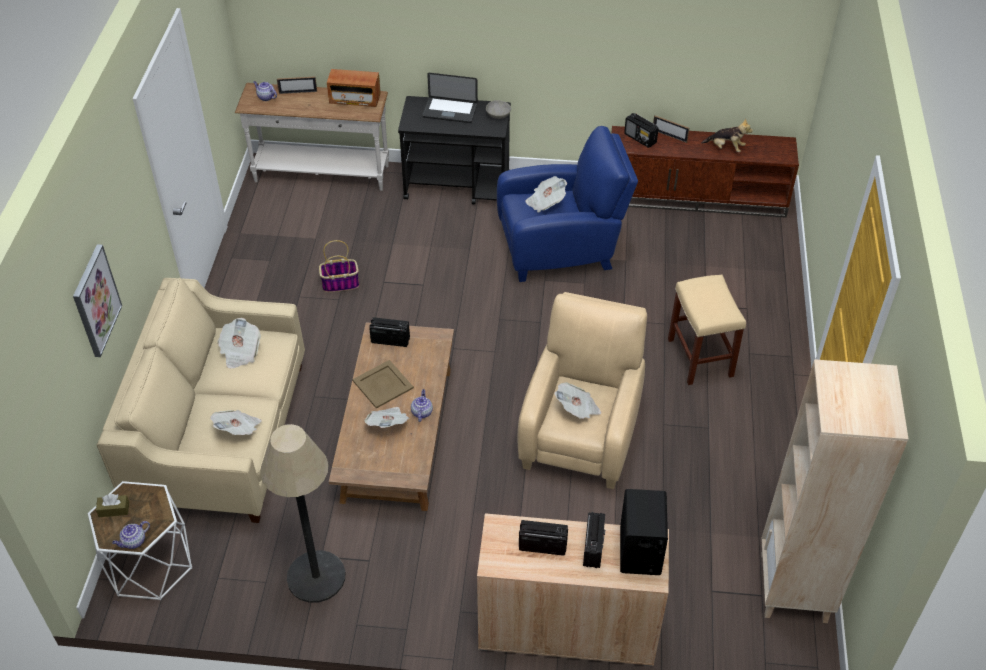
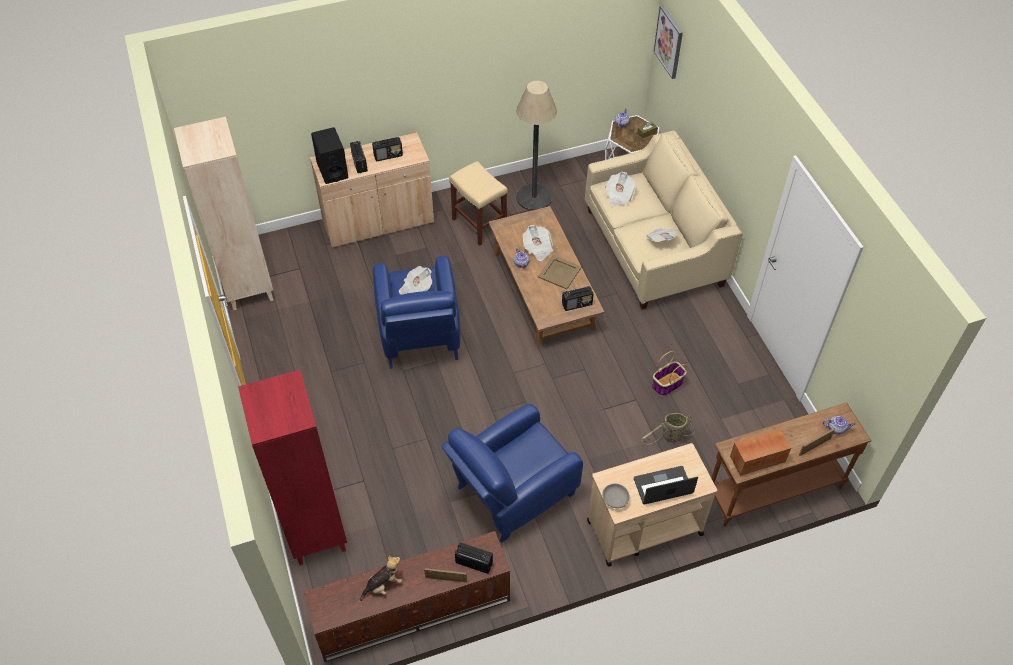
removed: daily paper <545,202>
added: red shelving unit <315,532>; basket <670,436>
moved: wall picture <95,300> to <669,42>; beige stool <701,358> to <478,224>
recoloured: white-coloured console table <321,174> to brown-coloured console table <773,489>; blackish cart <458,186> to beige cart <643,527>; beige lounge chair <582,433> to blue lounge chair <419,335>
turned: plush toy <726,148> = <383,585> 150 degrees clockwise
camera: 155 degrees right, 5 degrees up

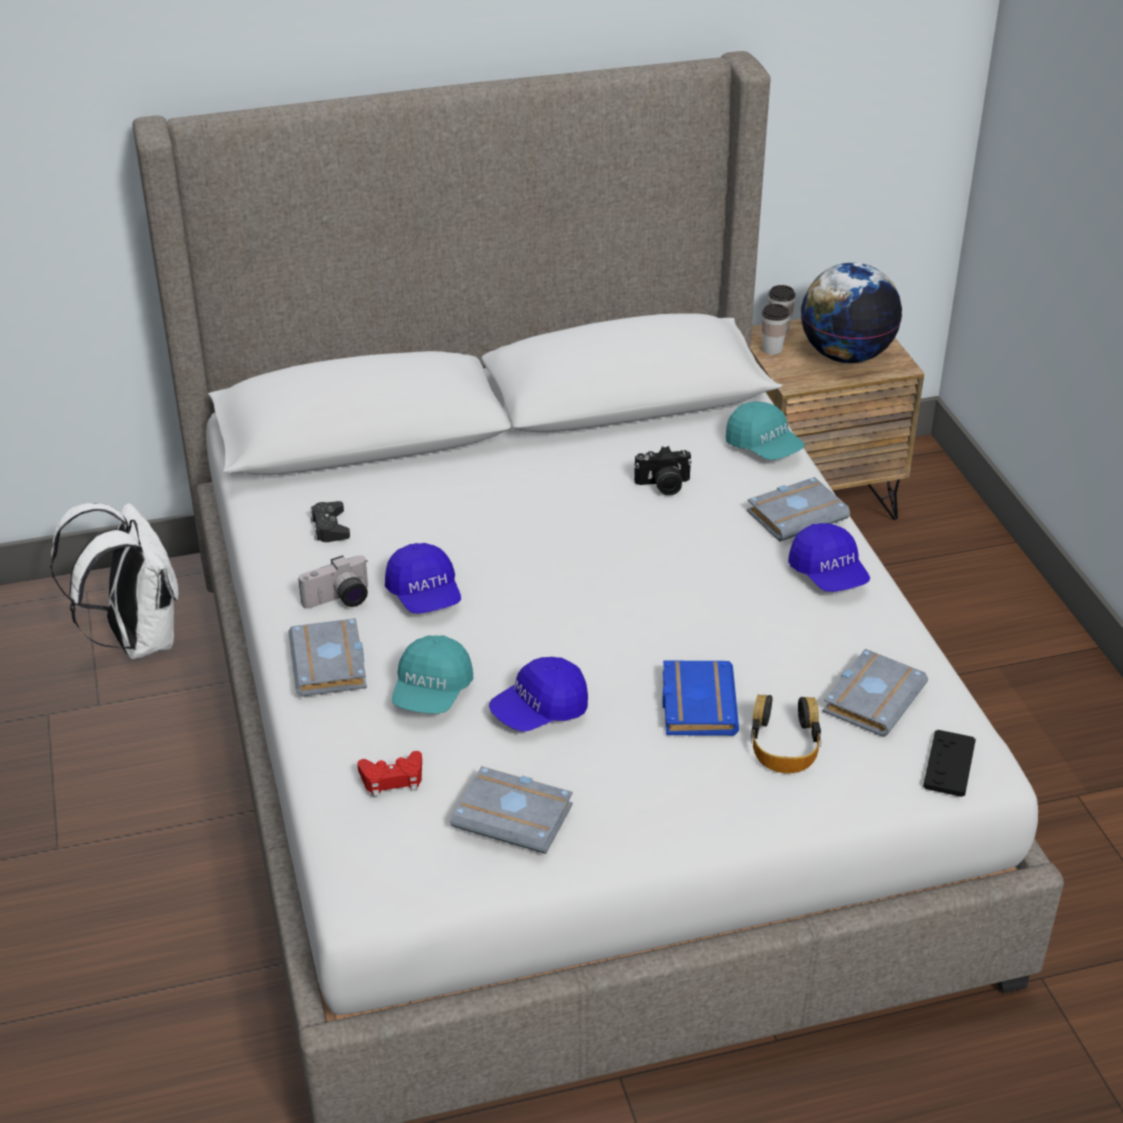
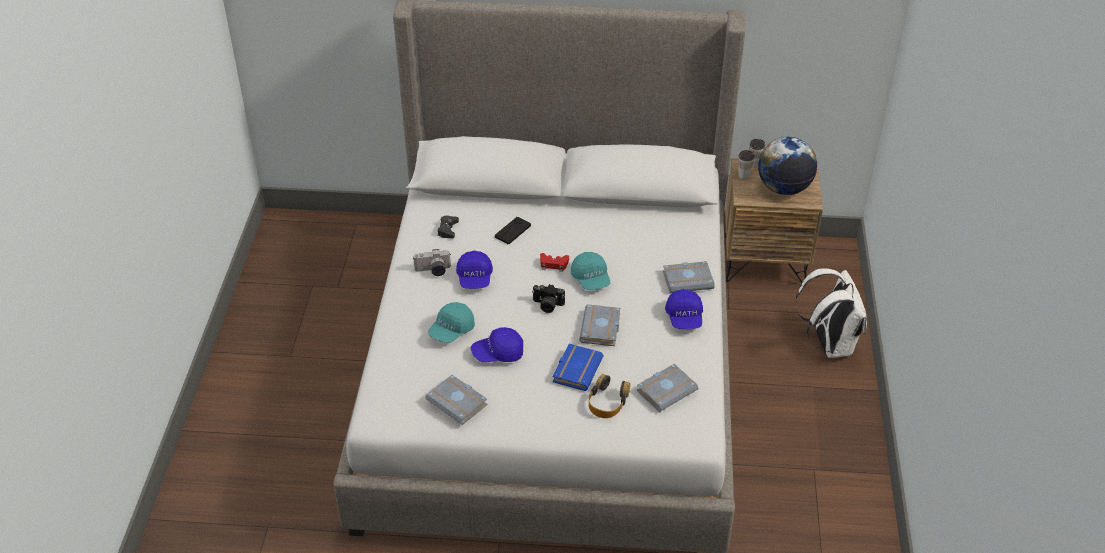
moved: white-coloured rucksack <136,639> to <829,344>; grey volume <331,665> to <601,329>; red game controller <392,778> to <553,264>; still camera <663,486> to <547,305>; turquoise-coloured cap <764,447> to <591,279>; blackish game controller <949,764> to <513,231>
camera: 20 degrees right, 5 degrees up

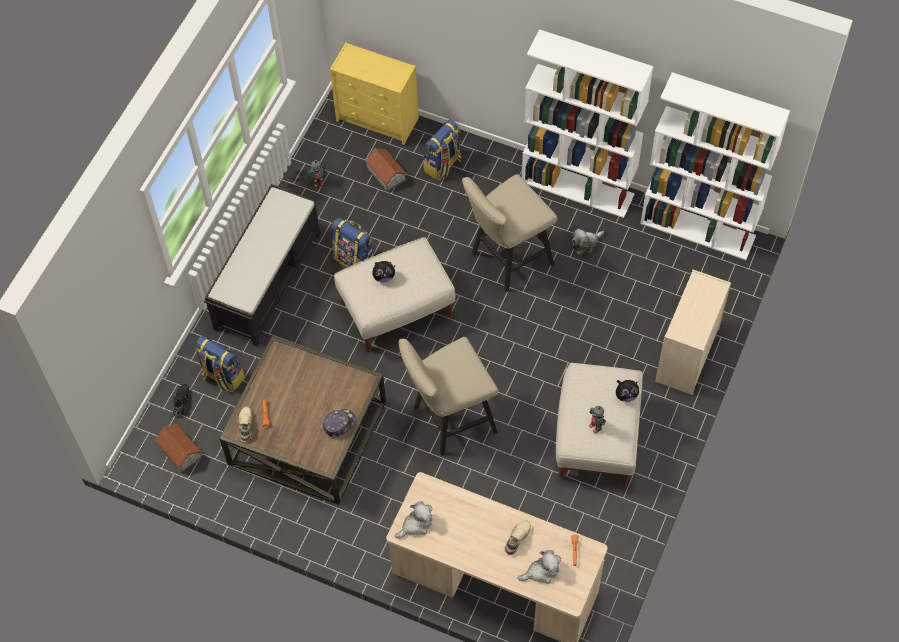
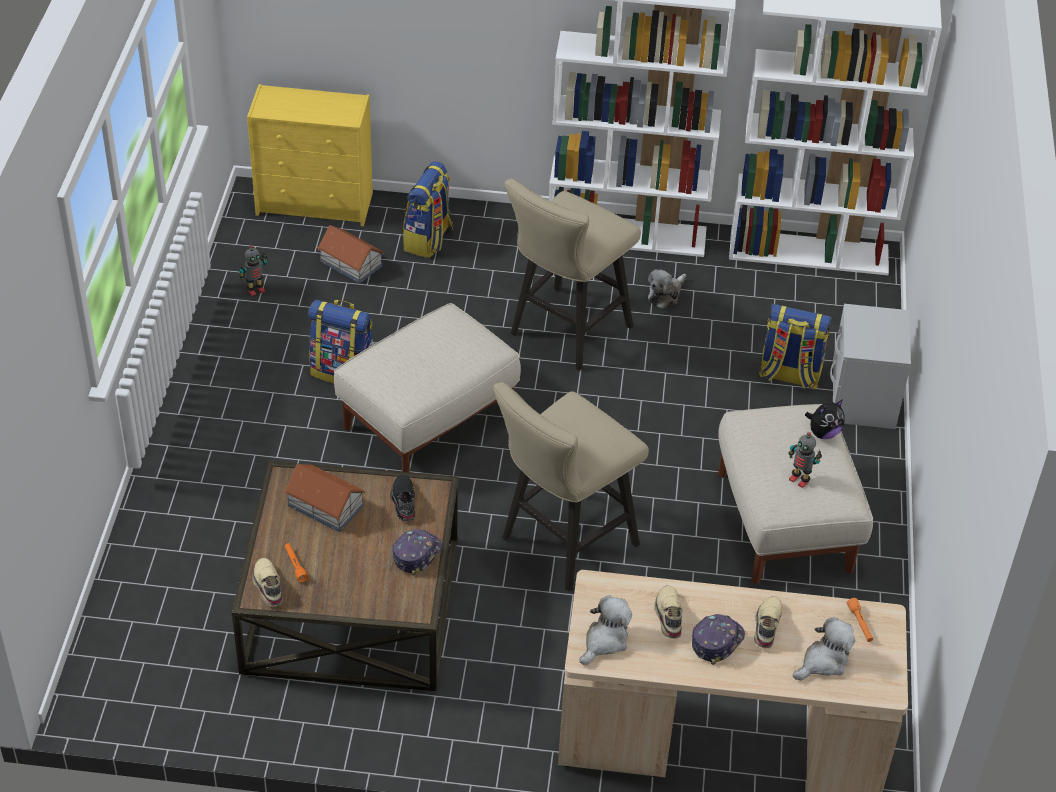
removed: blackish bench <268,280>; plush toy <384,277>
added: beige item of footwear <668,616>; cap <716,641>
moved: model house <180,452> to <326,506>; blackish item of footwear <180,401> to <403,501>; rucksack <222,376> to <789,375>
replaced: beige chest of drawers <687,356> to grey bedside table <863,398>
camera: 20 degrees left, 15 degrees down

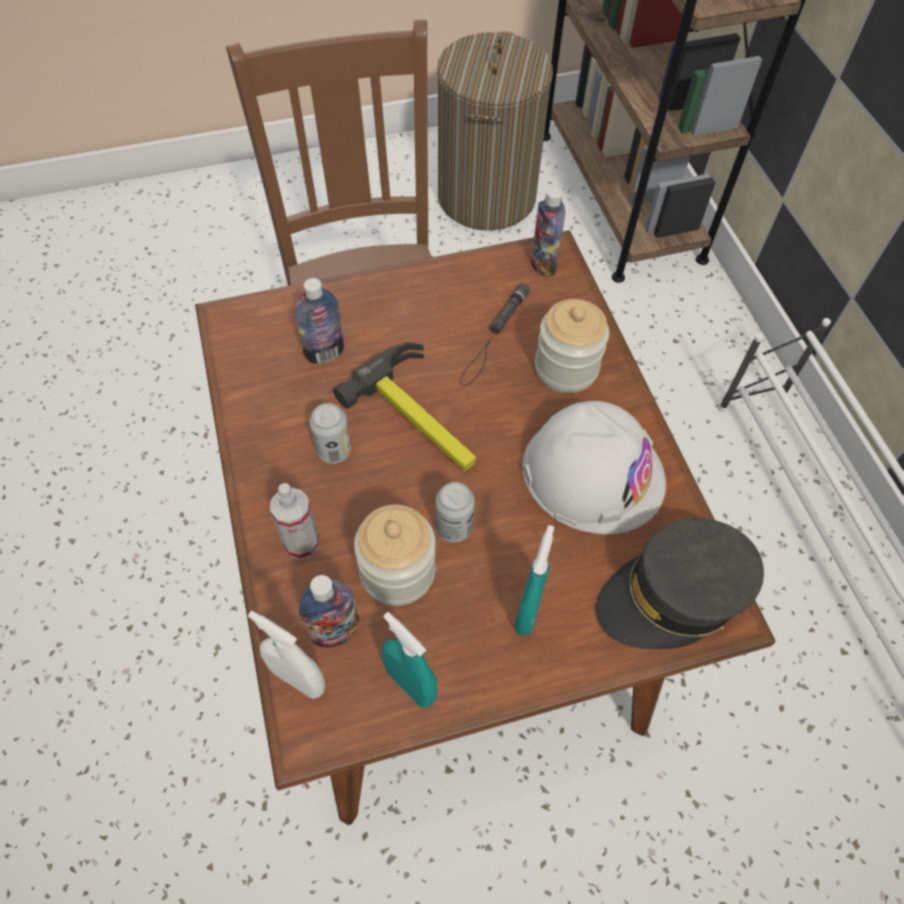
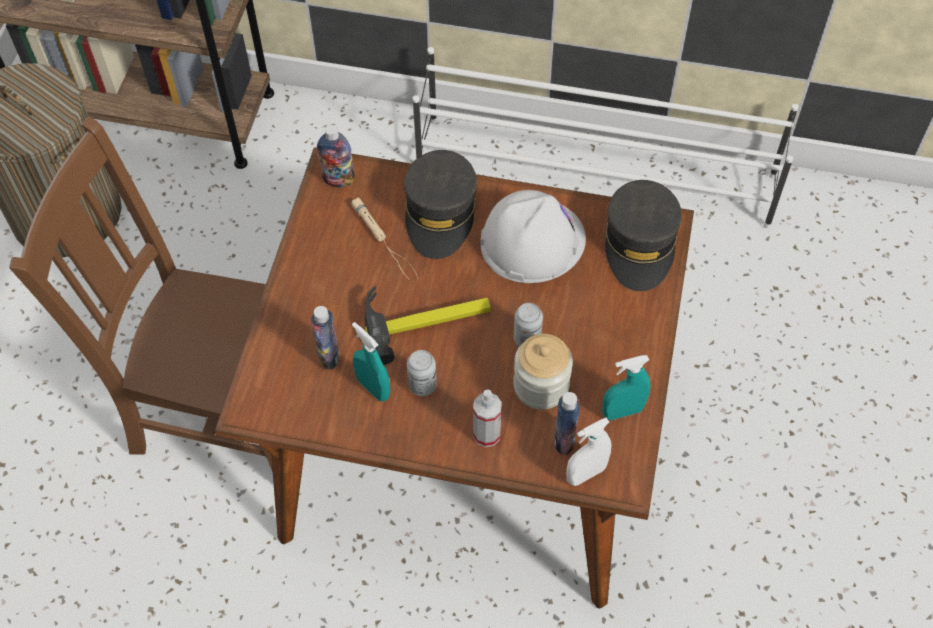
moved: turquoise-coloured spray bottle <528,610> to <373,388>
replaced: jar <566,368> to grey cap <440,213>
recoloured: blackish flashlight <494,337> to beige flashlight <385,242>
camera: 60 degrees left, 0 degrees up

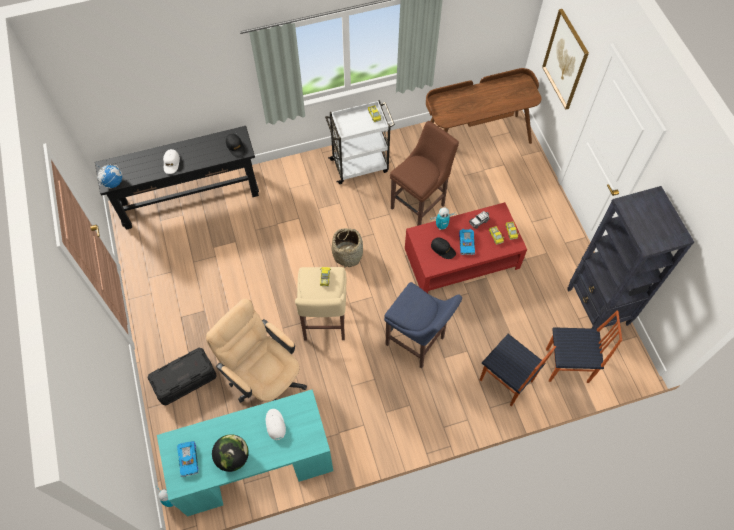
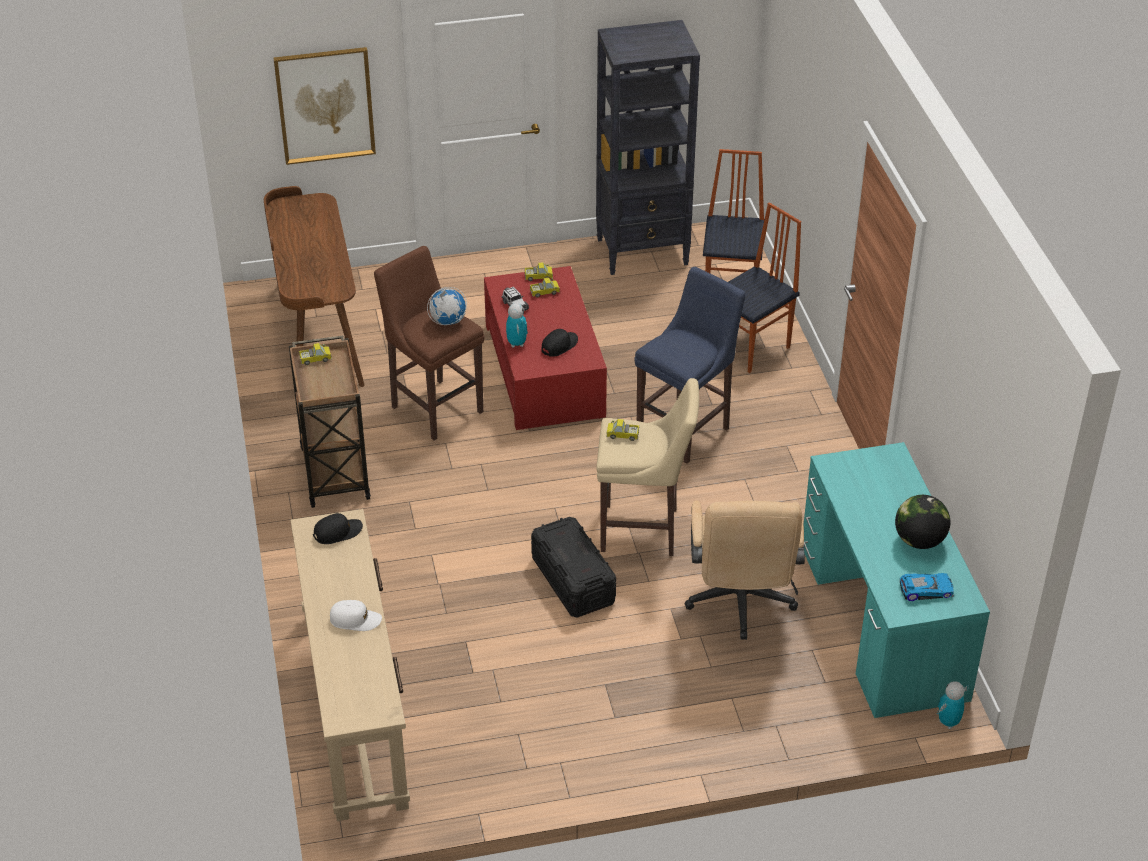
removed: white-coloured cap <275,425>; basket <347,254>; toy car <467,243>
moved: desk globe <113,182> to <447,321>; blackish storage box <185,380> to <573,581>
recoloured: blackish console table <190,198> to beige console table <355,708>; white-coloured cart <360,165> to brown-coloured cart <334,471>
turned: beige desk chair <265,379> = <740,604> 45 degrees counterclockwise
camera: 85 degrees left, 20 degrees down

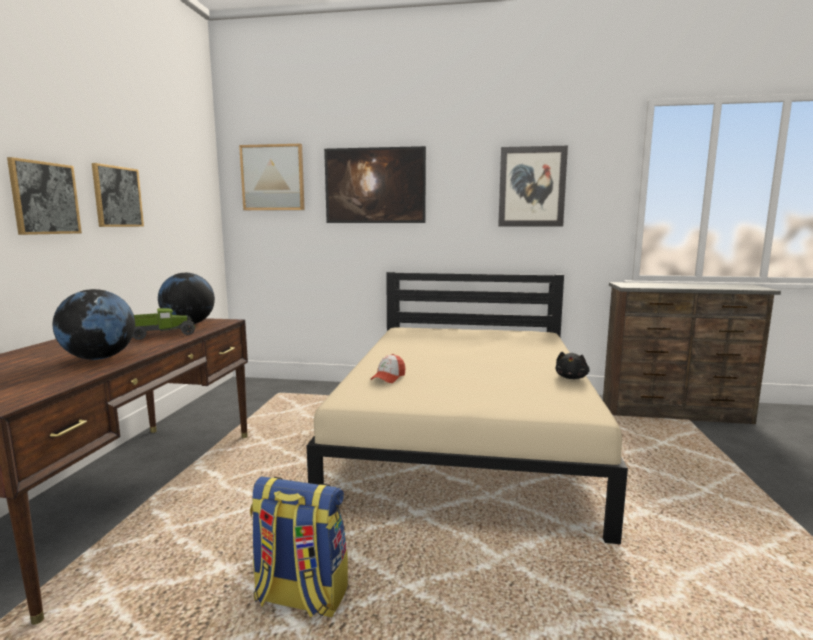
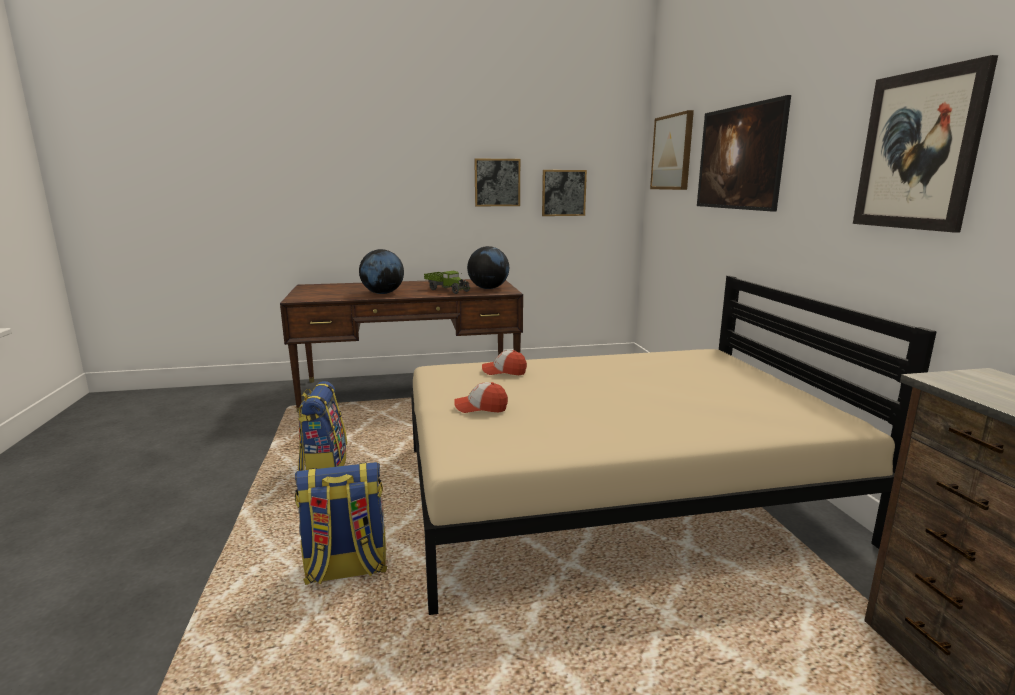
removed: blackish plush toy <571,377>
added: rucksack <346,569>; cap <481,407>
moved: wall picture <45,198> to <563,193>
camera: 70 degrees right, 5 degrees up

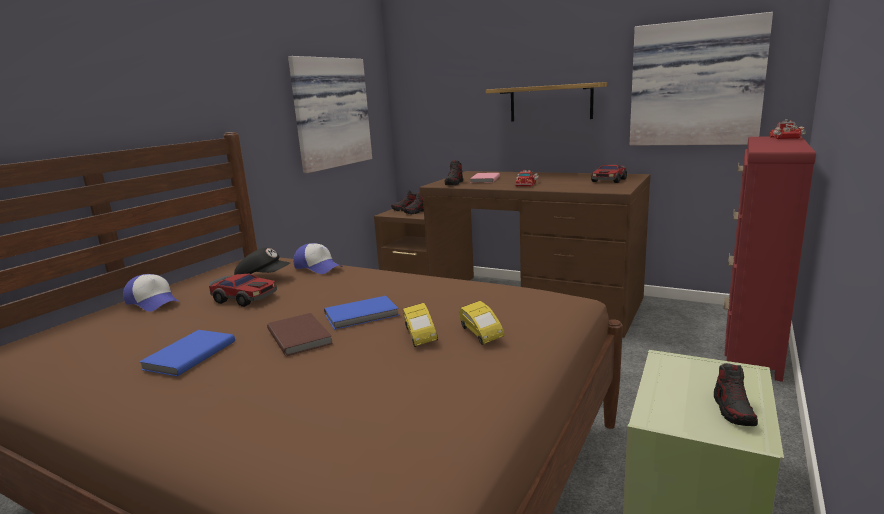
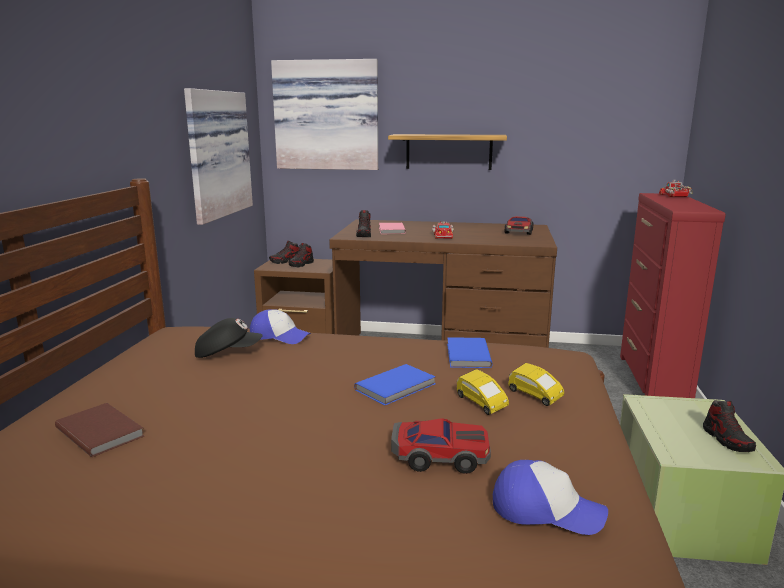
moved: cap <153,302> to <546,510>; blue volume <187,355> to <466,355>; toy car <244,298> to <440,456>; brown-coloured volume <300,336> to <101,431>; wall picture <696,84> to <327,115>
camera: 20 degrees left, 0 degrees up

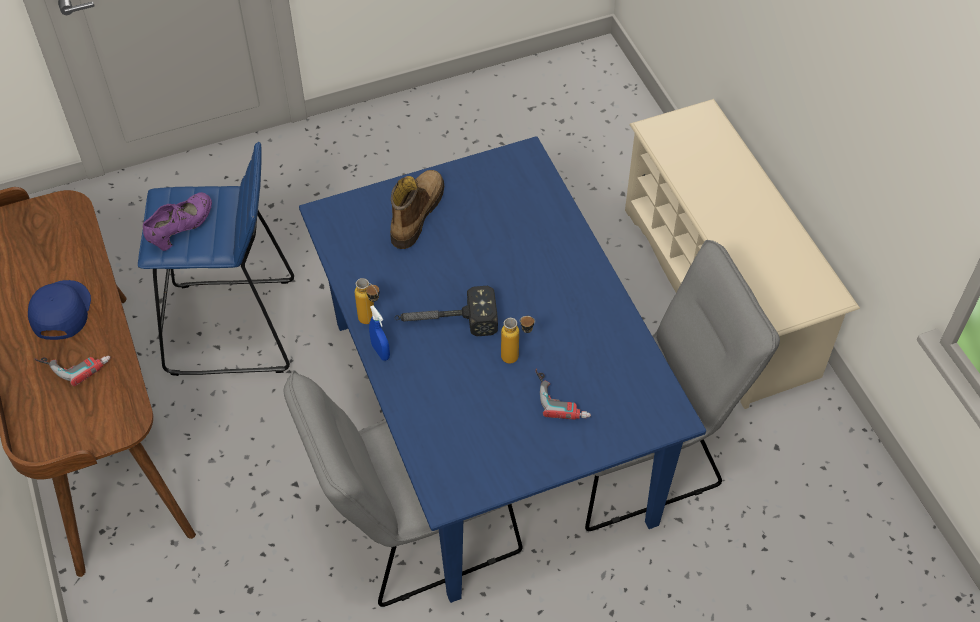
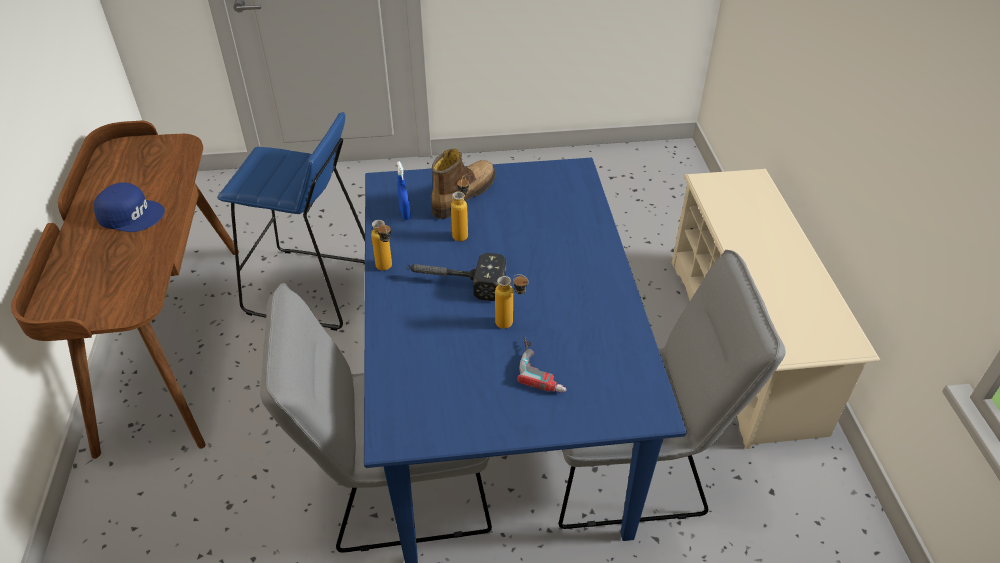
removed: power drill <74,362>; purple item of footwear <182,229>
added: beverage bottle <462,232>
moved: blue spray bottle <380,351> to <405,214>
turned: blue cap <60,311> = <131,214> 90 degrees clockwise
camera: 15 degrees right, 10 degrees down

